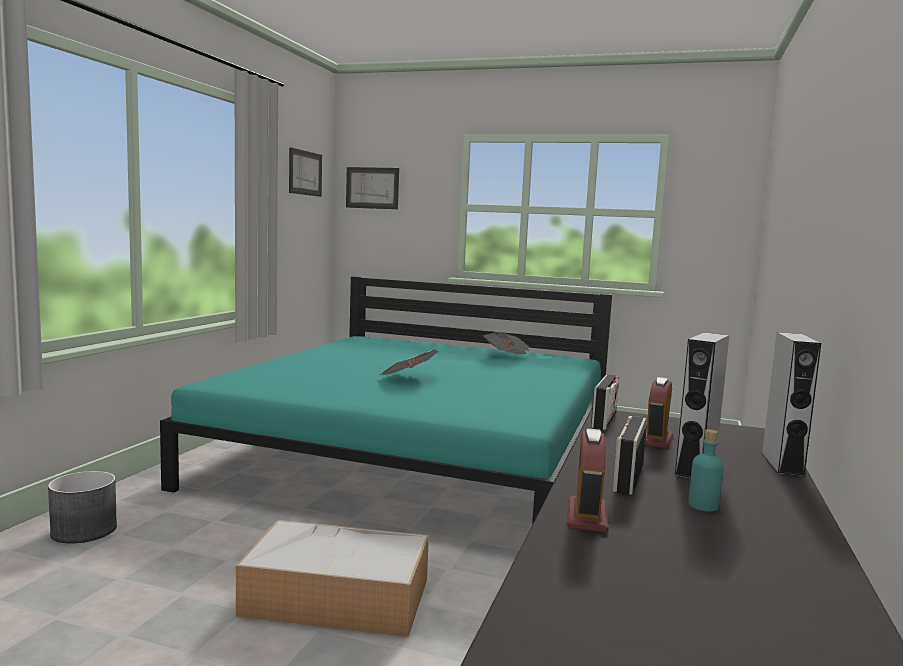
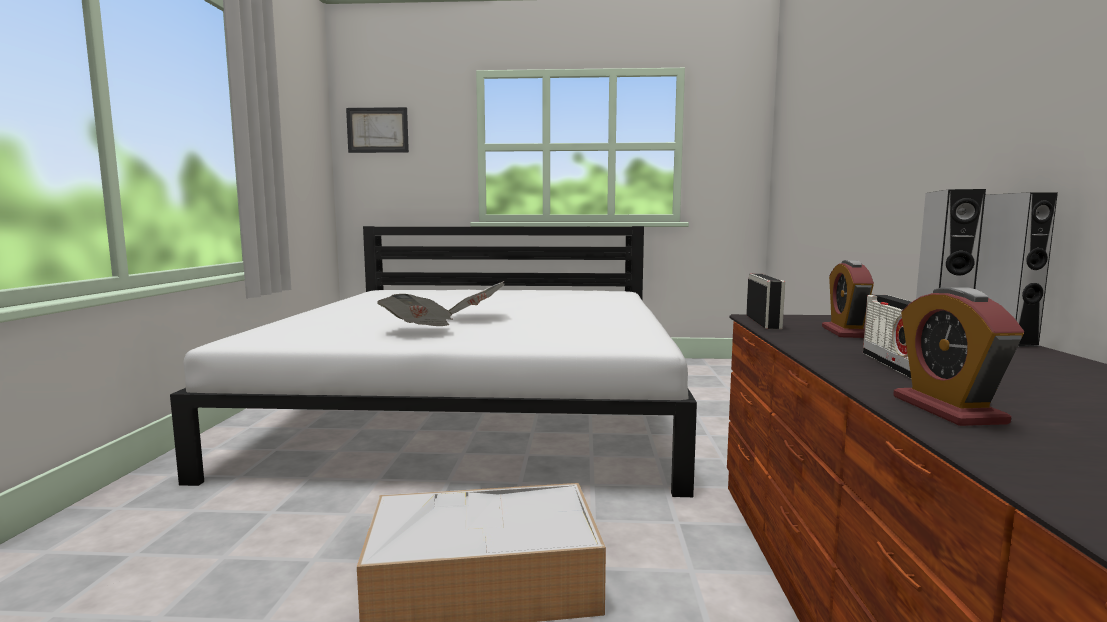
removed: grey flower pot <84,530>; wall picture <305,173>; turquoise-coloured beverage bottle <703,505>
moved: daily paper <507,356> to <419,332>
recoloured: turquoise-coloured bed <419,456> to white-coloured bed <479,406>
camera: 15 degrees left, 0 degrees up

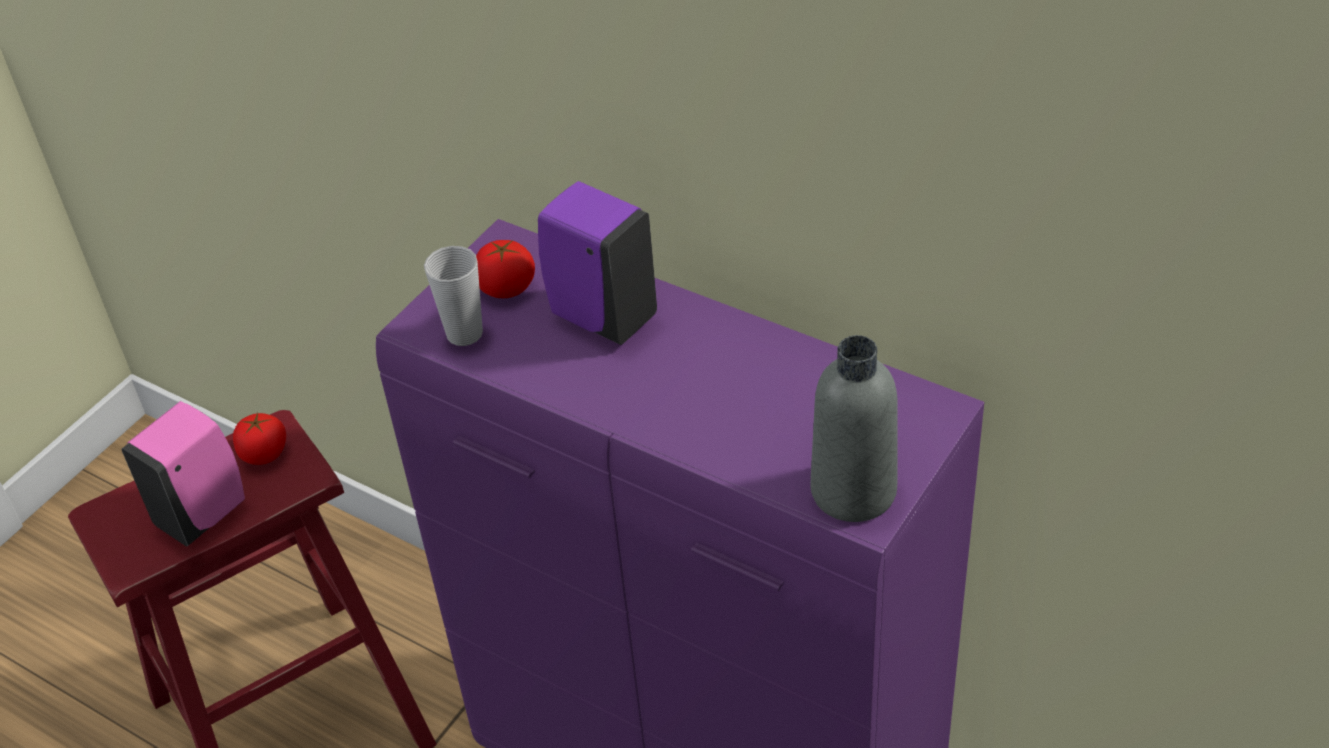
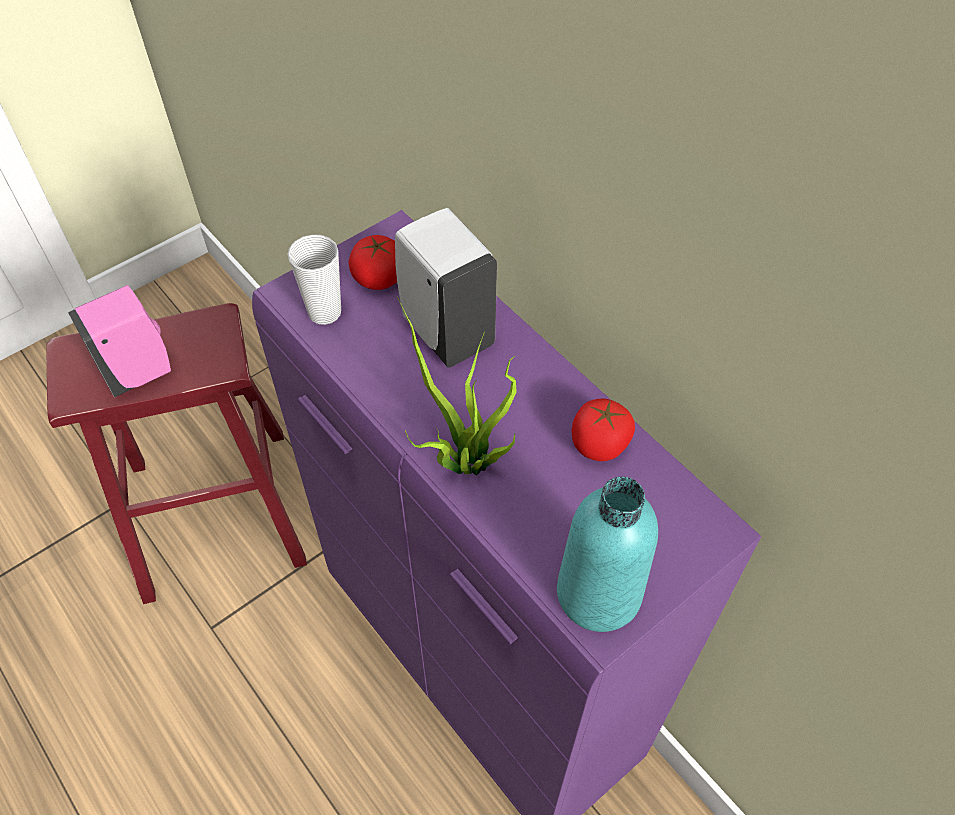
added: houseplant <465,464>
moved: tomato <264,453> to <599,444>
recoloured: purple soap dispenser <600,316> to white-coloured soap dispenser <446,331>; grey beverage bottle <853,491> to turquoise-coloured beverage bottle <598,593>
camera: 15 degrees right, 10 degrees up

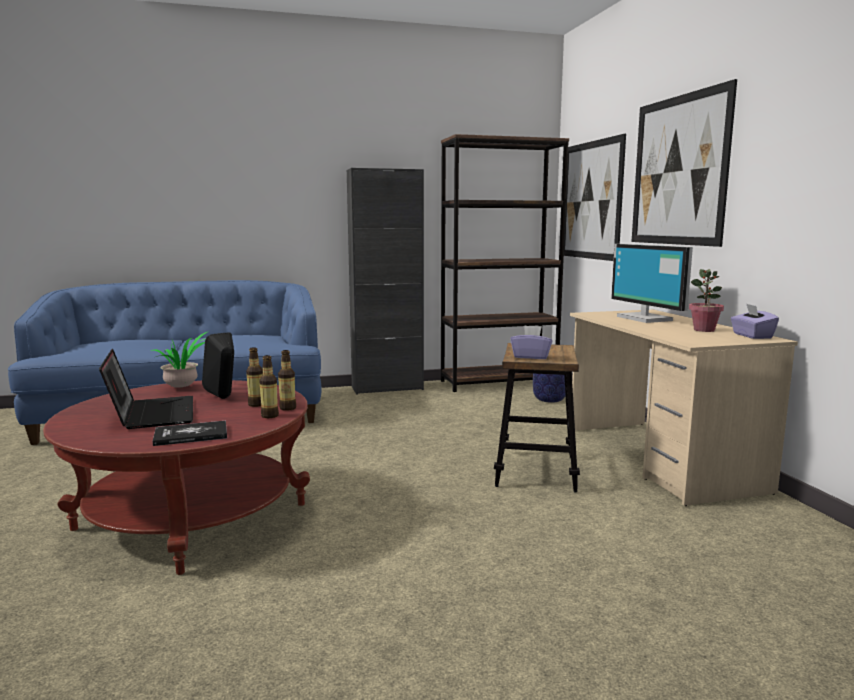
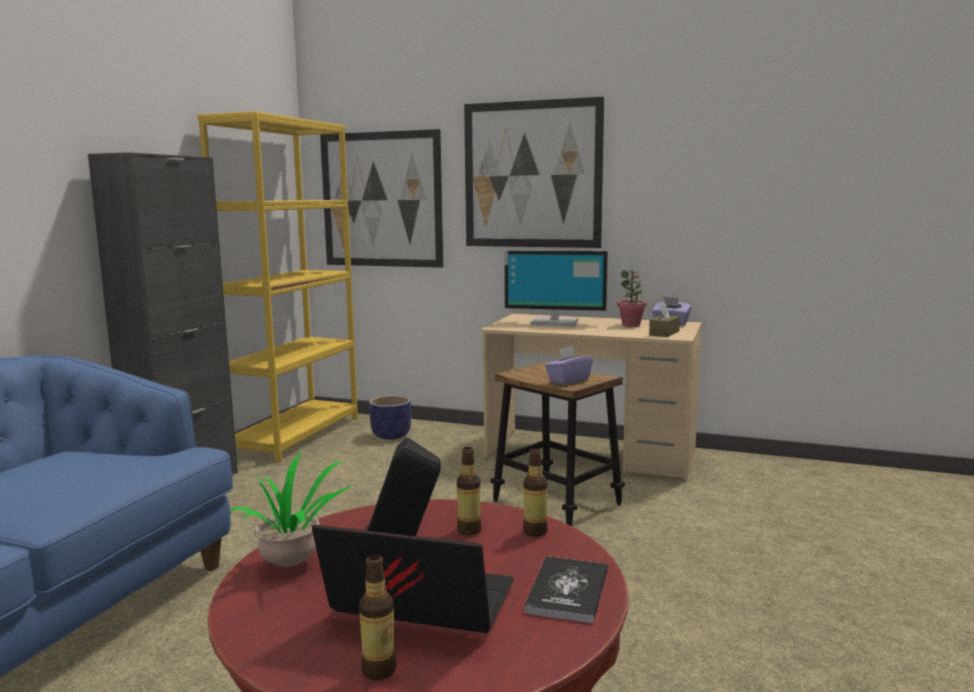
added: brown-coloured tissue box <664,333>
moved: beverage bottle <288,408> to <379,670>
recoloured: brown-coloured shelving unit <499,382> to yellowish shelving unit <297,435>
camera: 55 degrees left, 0 degrees up

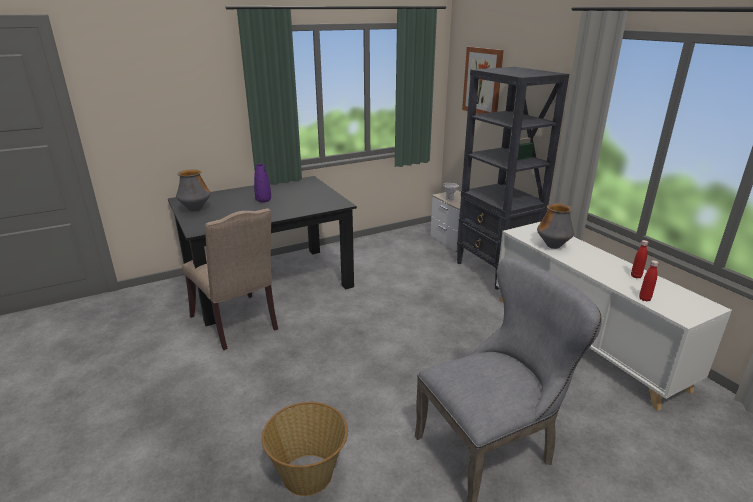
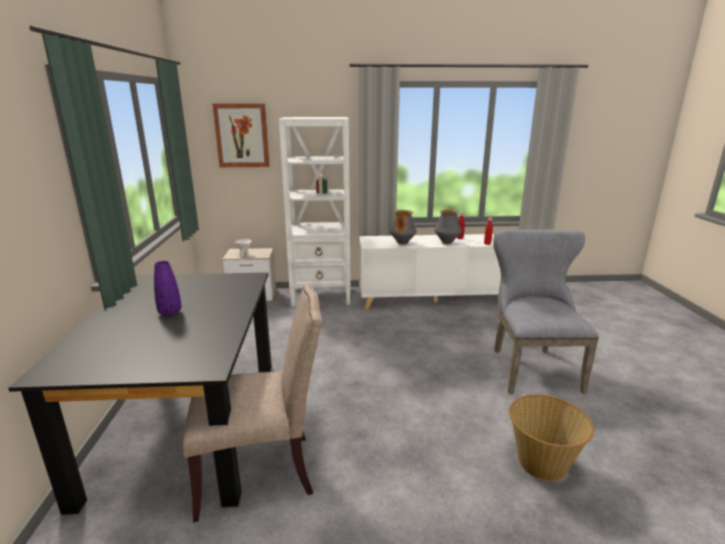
moved: flower vase <195,209> to <447,242>
recoloured: blackish shelving unit <495,270> to white-coloured shelving unit <322,296>
camera: 65 degrees left, 5 degrees down

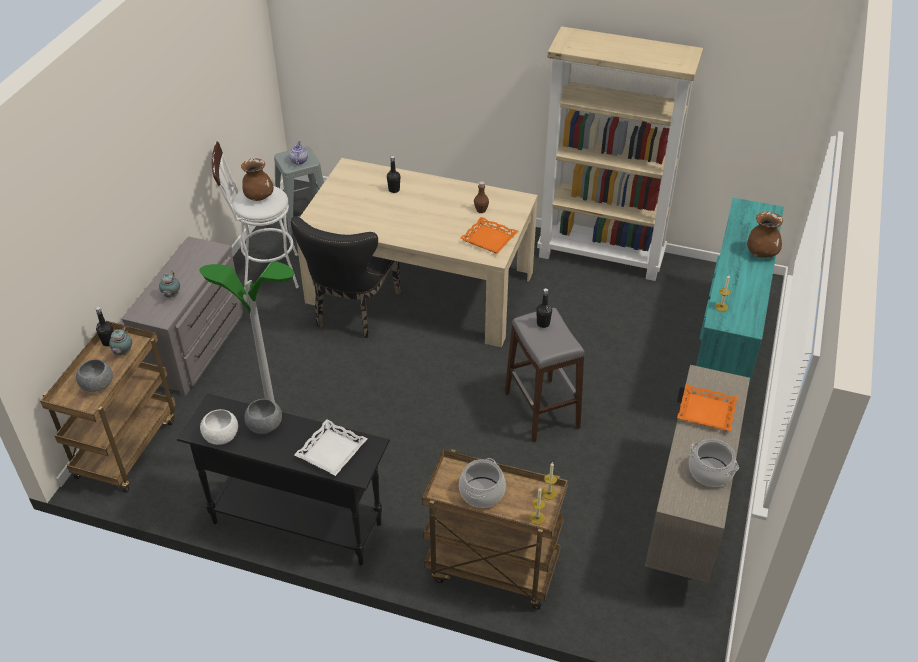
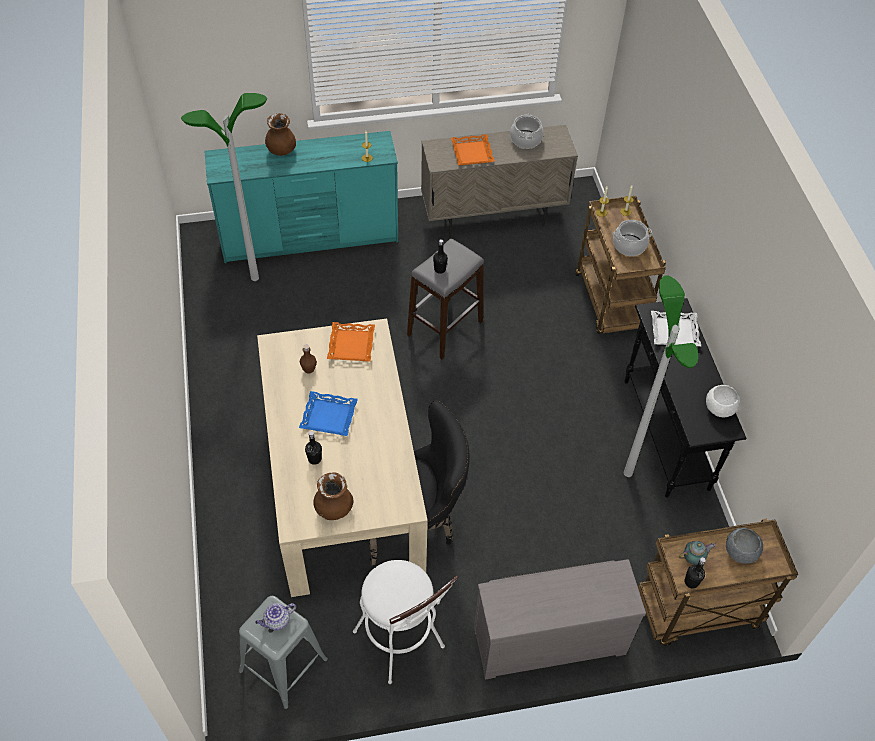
removed: pot for tea <171,296>; grey bowl <264,425>; beige shelving unit <601,256>
added: floor lamp <255,277>; blue carrying tray <328,417>
moved: brown-coloured flower vase <259,197> to <334,509>
camera: 120 degrees left, 10 degrees up

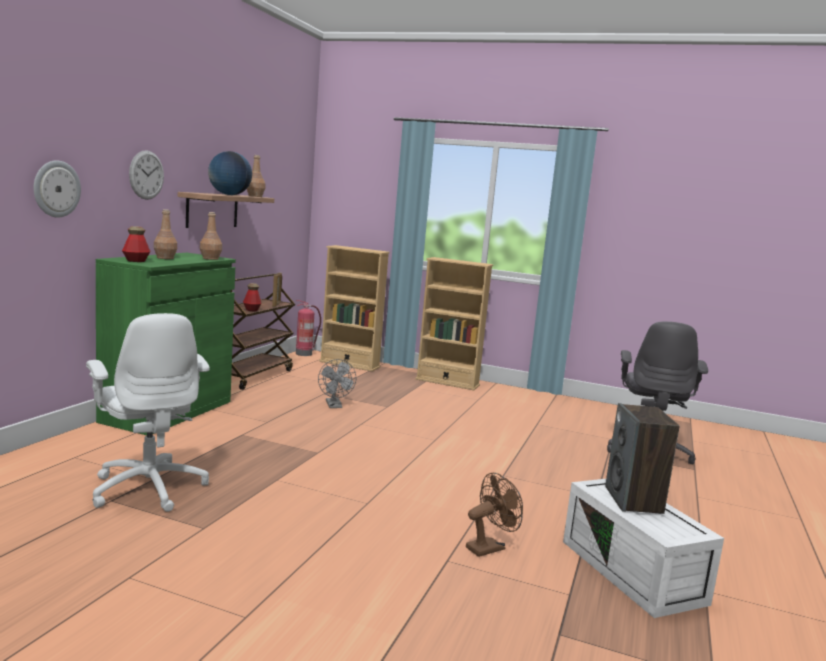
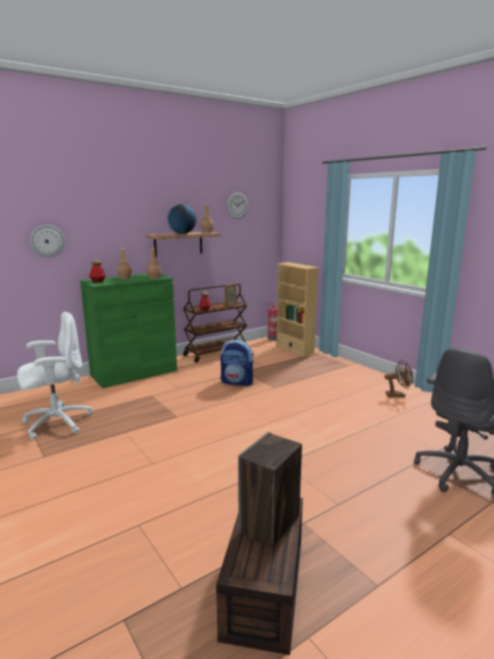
removed: beige shelving unit <447,382>
moved: hanging clock <146,175> to <237,205>; brown-coloured electric fan <489,547> to <398,395>
replaced: grey electric fan <334,406> to rucksack <237,382>
recoloured: white-coloured storage box <635,572> to brown-coloured storage box <266,590>
turned: white-coloured desk chair <149,488> = <56,423> 120 degrees counterclockwise
camera: 35 degrees right, 5 degrees up

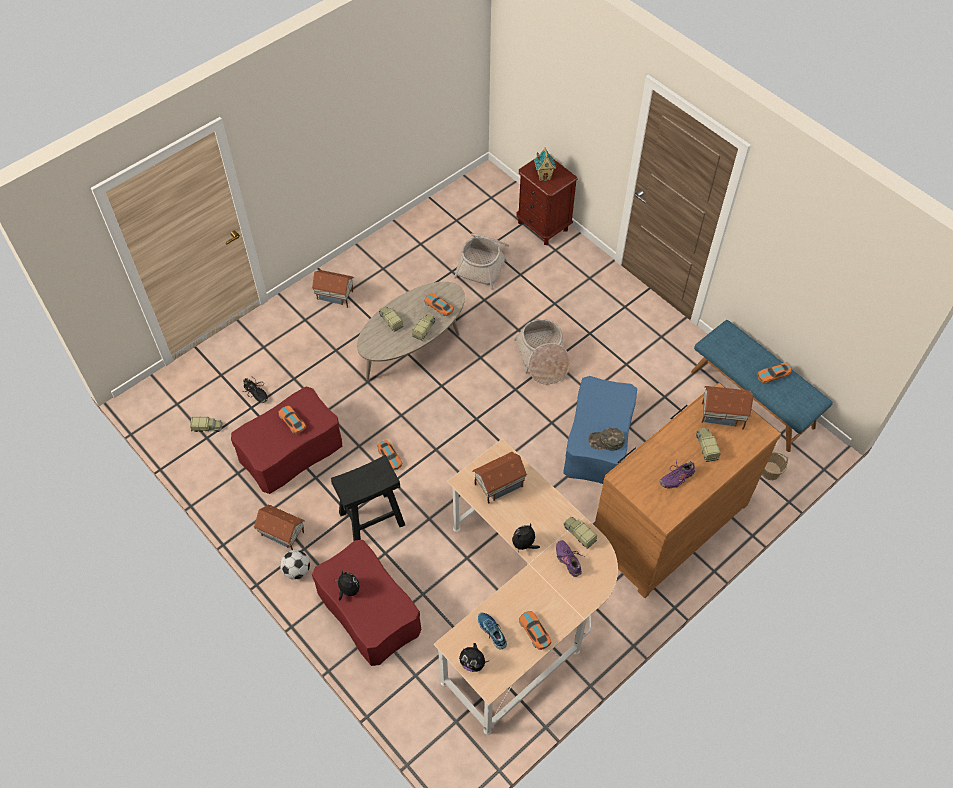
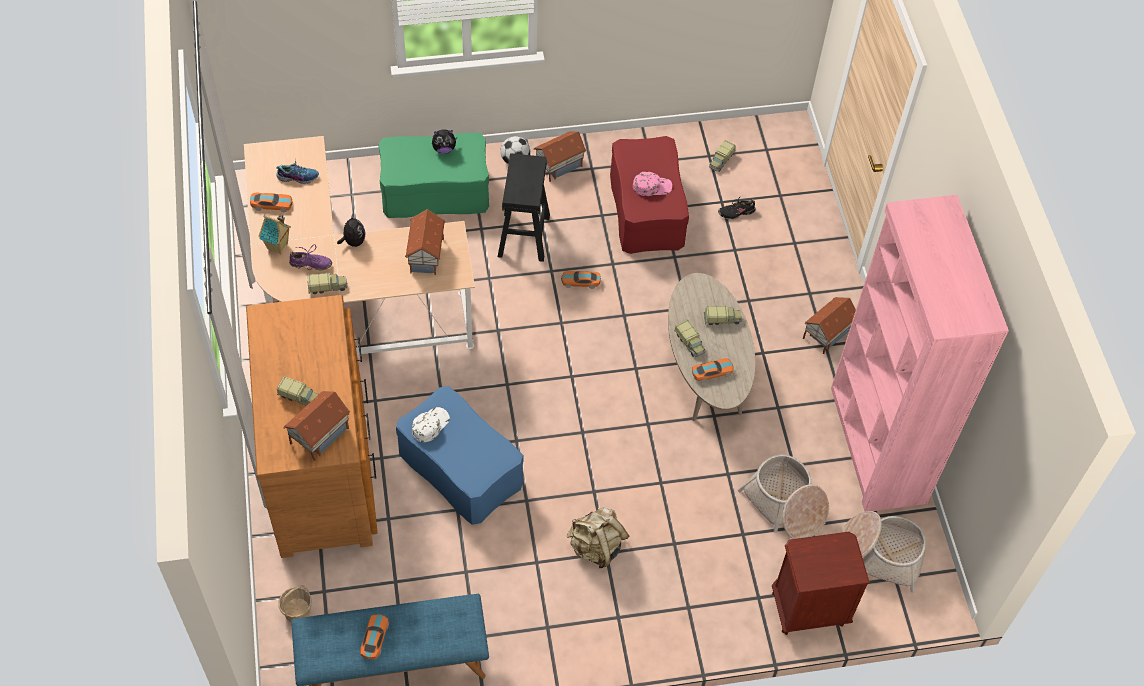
removed: plush toy <473,662>; purple item of footwear <676,477>
added: beige rucksack <596,547>; pink-coloured shelving unit <876,445>
moved: basket <542,358> to <879,554>; model house <544,176> to <278,246>
replaced: toy car <292,421> to pink-coloured cap <652,186>
recoloured: red ottoman <368,611> to green-coloured ottoman <435,190>; green-coloured cap <606,441> to white-coloured cap <430,425>
camera: 120 degrees right, 0 degrees up

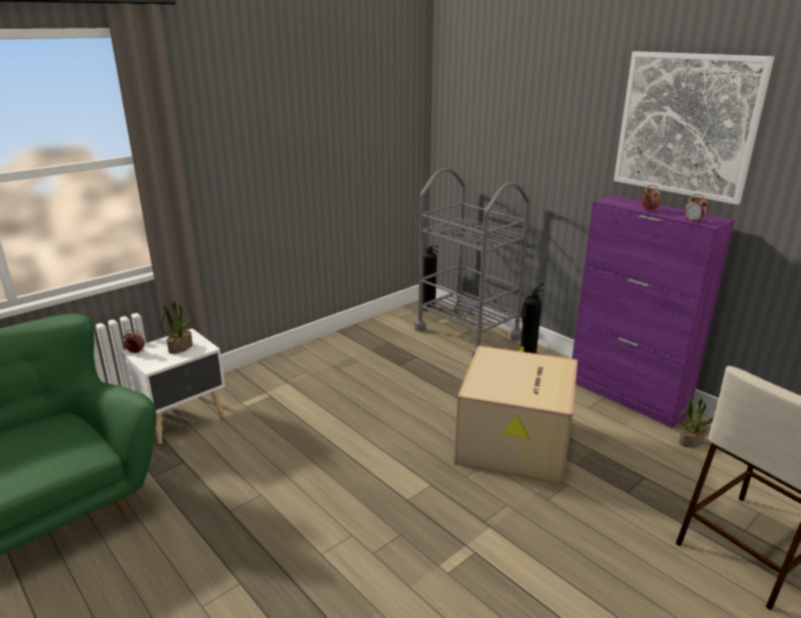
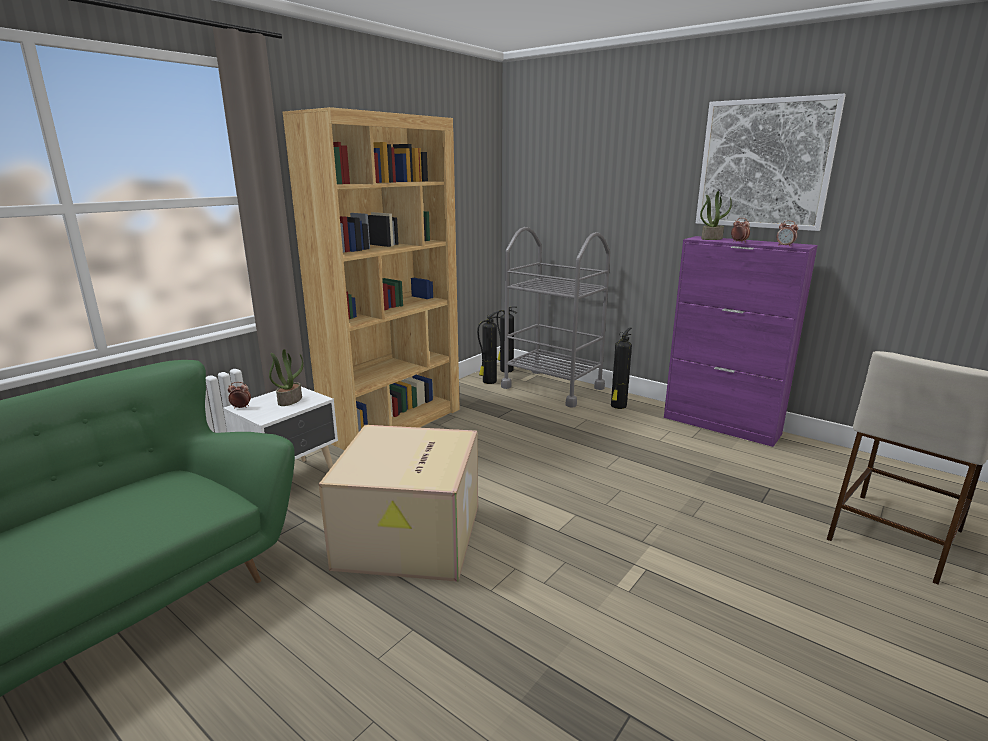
added: brown-coloured shelving unit <394,423>; extinguisher <488,382>
moved: carton <516,443> to <411,537>; houseplant <690,441> to <711,238>
camera: 10 degrees left, 5 degrees down

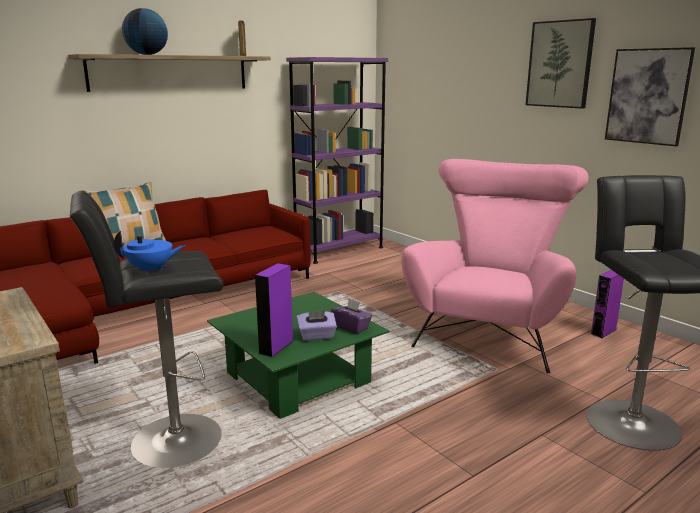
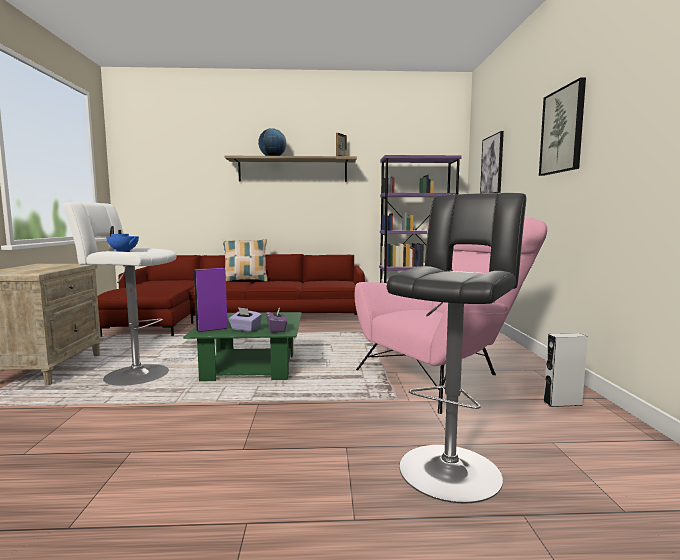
moved: wall picture <647,96> to <492,165>
recoloured: blackish stool <169,442> to white-coloured stool <132,374>; purple loudspeaker <603,332> to grey loudspeaker <562,403>
camera: 35 degrees right, 10 degrees down

